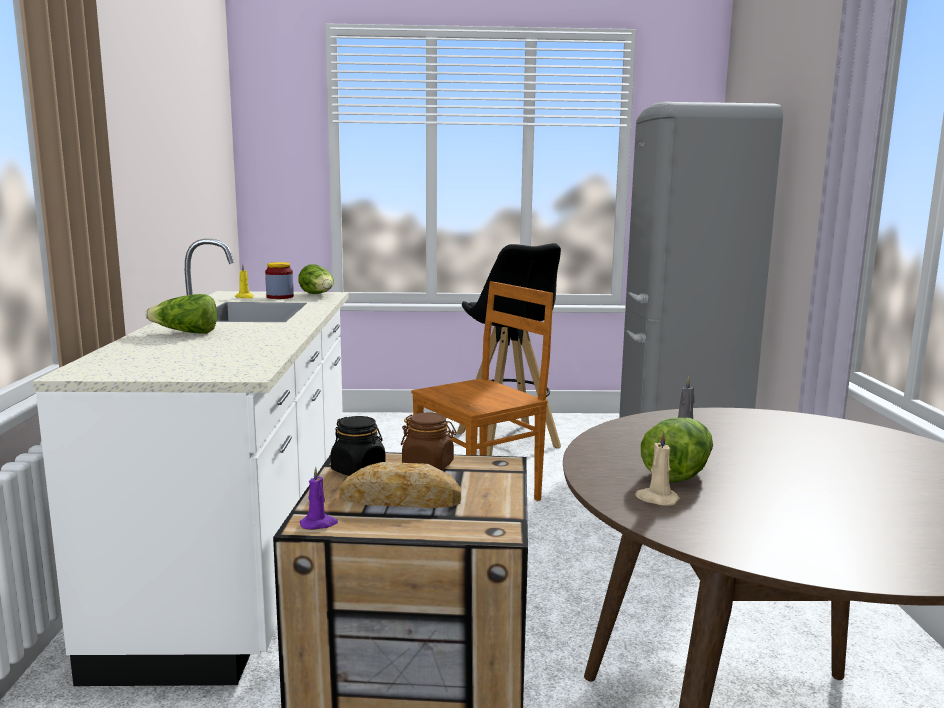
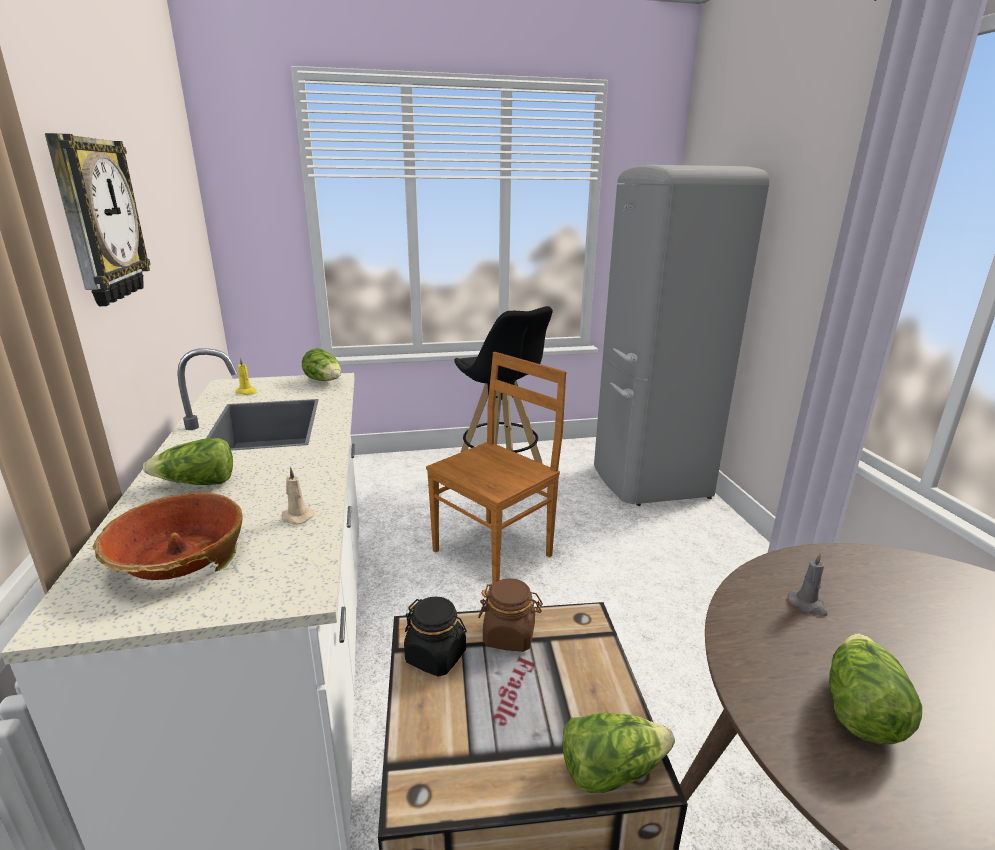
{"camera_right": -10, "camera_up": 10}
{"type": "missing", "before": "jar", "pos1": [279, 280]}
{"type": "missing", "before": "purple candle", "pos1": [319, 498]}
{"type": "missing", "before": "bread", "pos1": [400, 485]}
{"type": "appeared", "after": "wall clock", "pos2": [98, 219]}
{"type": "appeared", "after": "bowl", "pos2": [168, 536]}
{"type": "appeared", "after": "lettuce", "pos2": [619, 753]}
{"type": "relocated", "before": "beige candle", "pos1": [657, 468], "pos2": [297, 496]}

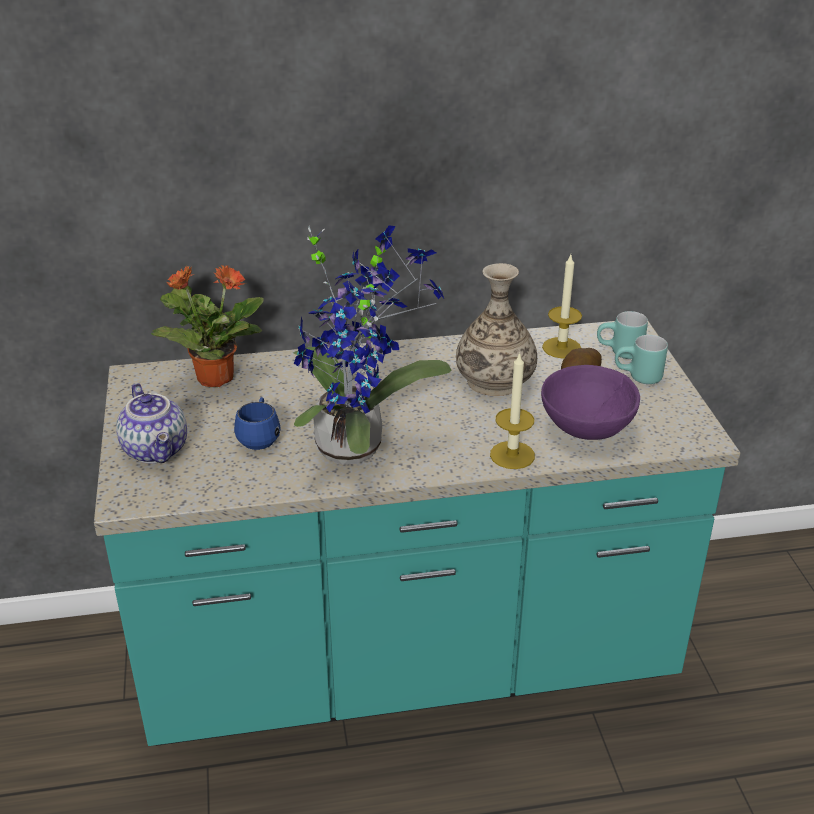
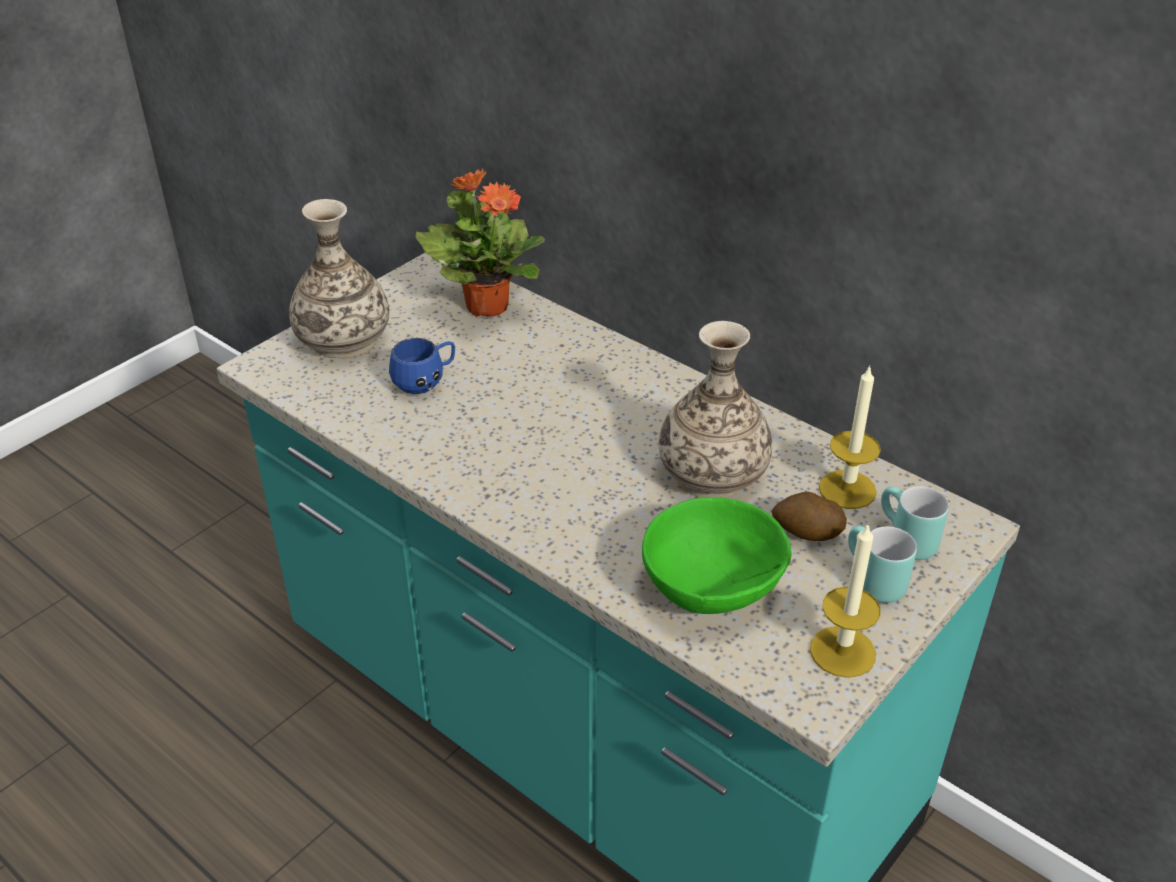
{"camera_right": 50, "camera_up": 5}
{"type": "missing", "before": "potted plant", "pos1": [372, 345]}
{"type": "relocated", "before": "candle", "pos1": [512, 410], "pos2": [845, 600]}
{"type": "exchanged", "before": "teapot", "after": "vase", "pos1": [151, 423], "pos2": [339, 278]}
{"type": "colour", "before": "purple bowl", "after": "green bowl", "pos1": [590, 402], "pos2": [717, 555]}

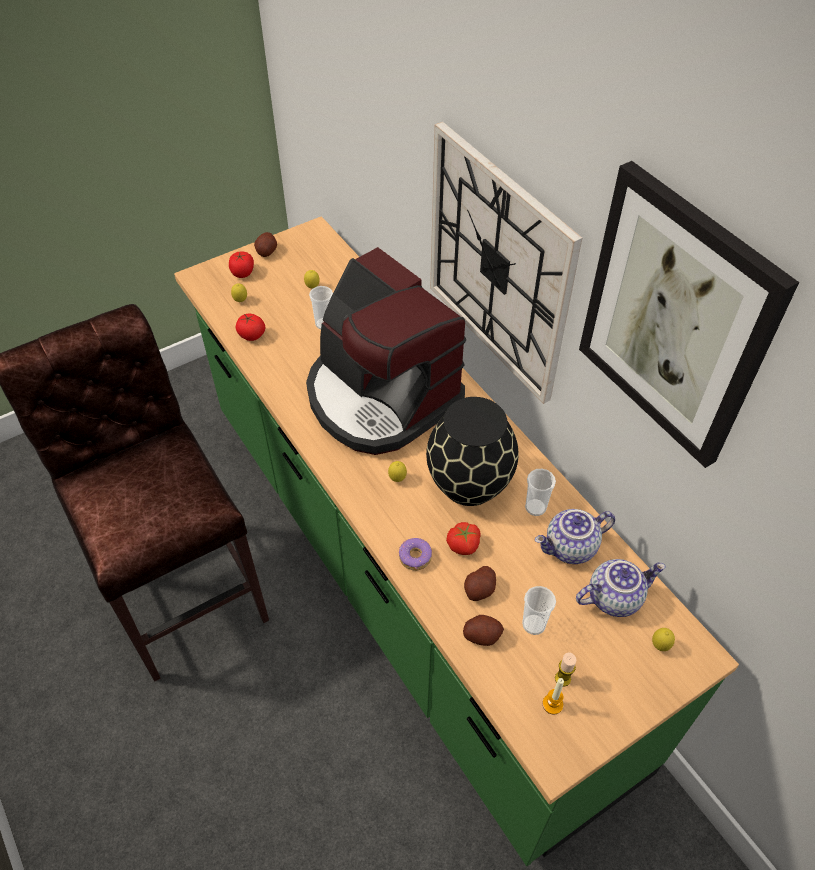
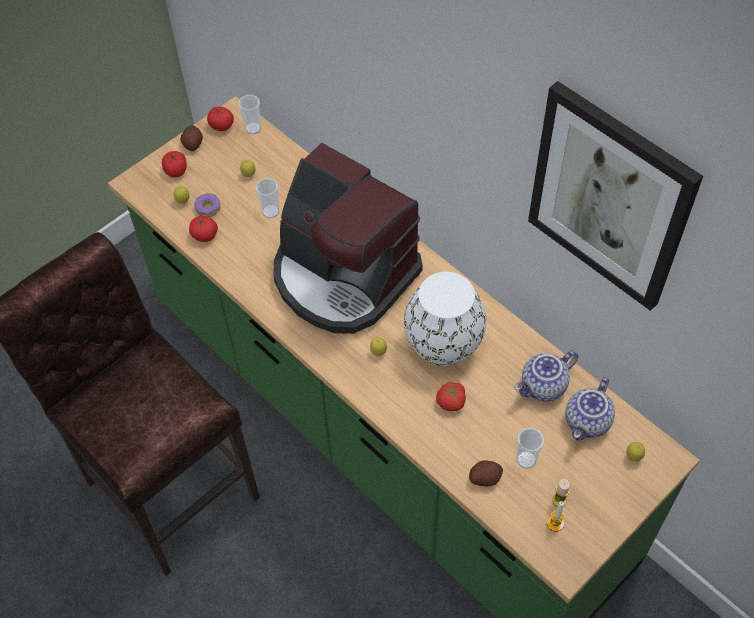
{"camera_right": -10, "camera_up": 5}
{"type": "missing", "before": "wall clock", "pos1": [506, 263]}
{"type": "missing", "before": "potato", "pos1": [480, 583]}
{"type": "appeared", "after": "tomato", "pos2": [220, 119]}
{"type": "relocated", "before": "donut", "pos1": [415, 554], "pos2": [207, 205]}
{"type": "relocated", "before": "cup", "pos1": [540, 492], "pos2": [249, 114]}
{"type": "colour", "before": "black vase", "after": "white vase", "pos1": [472, 451], "pos2": [445, 319]}
{"type": "spun", "before": "teapot", "pos1": [621, 588], "pos2": [590, 409], "turn": 150}

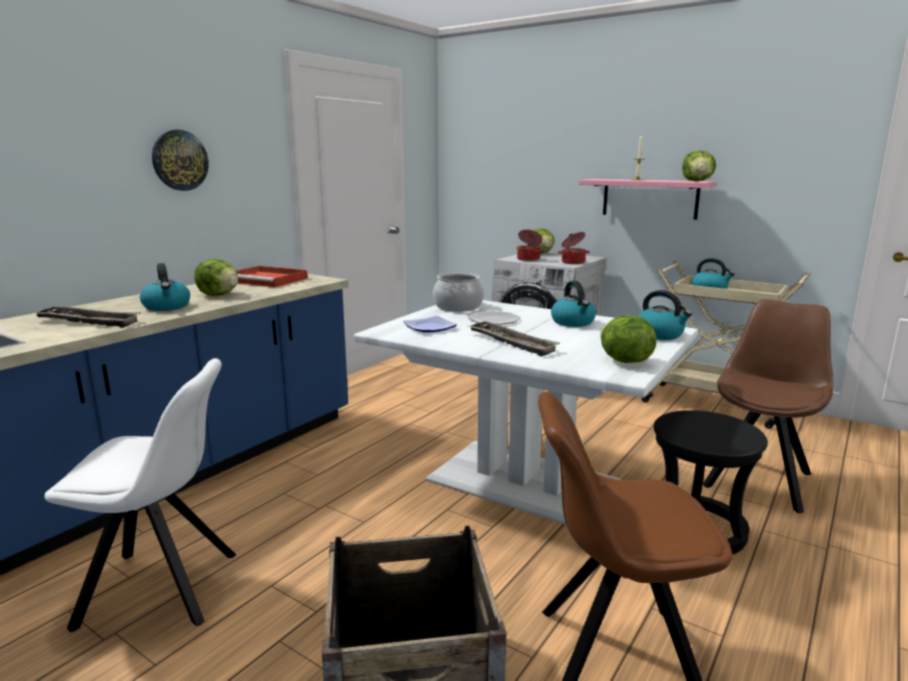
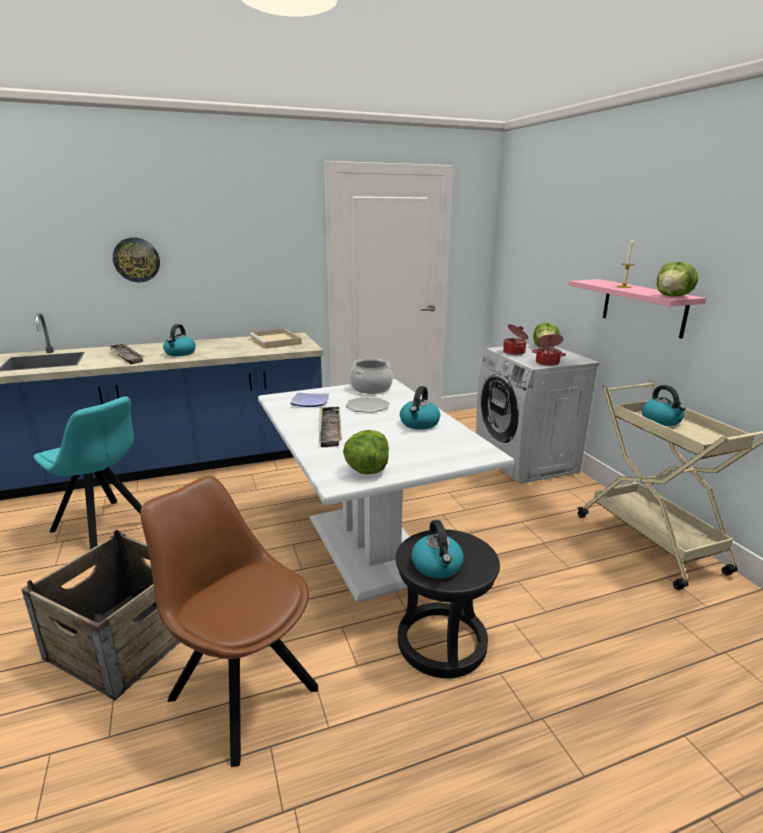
{"camera_right": 35, "camera_up": 5}
{"type": "missing", "before": "lettuce", "pos1": [216, 277]}
{"type": "missing", "before": "brown chair", "pos1": [768, 406]}
{"type": "relocated", "before": "wall clock", "pos1": [180, 160], "pos2": [136, 260]}
{"type": "relocated", "before": "kettle", "pos1": [665, 315], "pos2": [437, 549]}
{"type": "colour", "before": "white chair", "after": "turquoise chair", "pos1": [140, 495], "pos2": [88, 473]}
{"type": "colour", "before": "red tray", "after": "beige tray", "pos1": [272, 276], "pos2": [276, 339]}

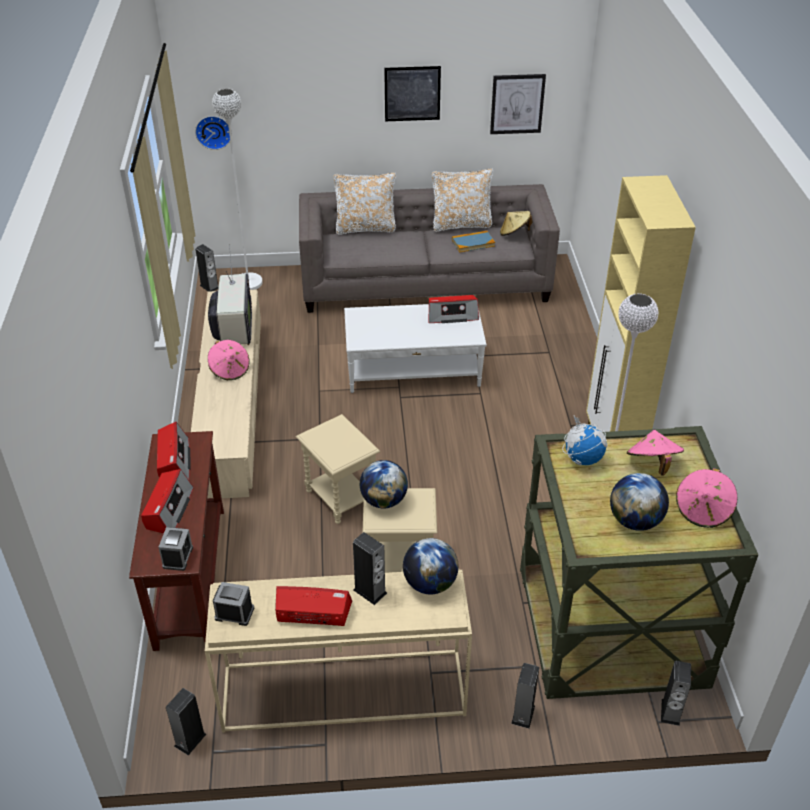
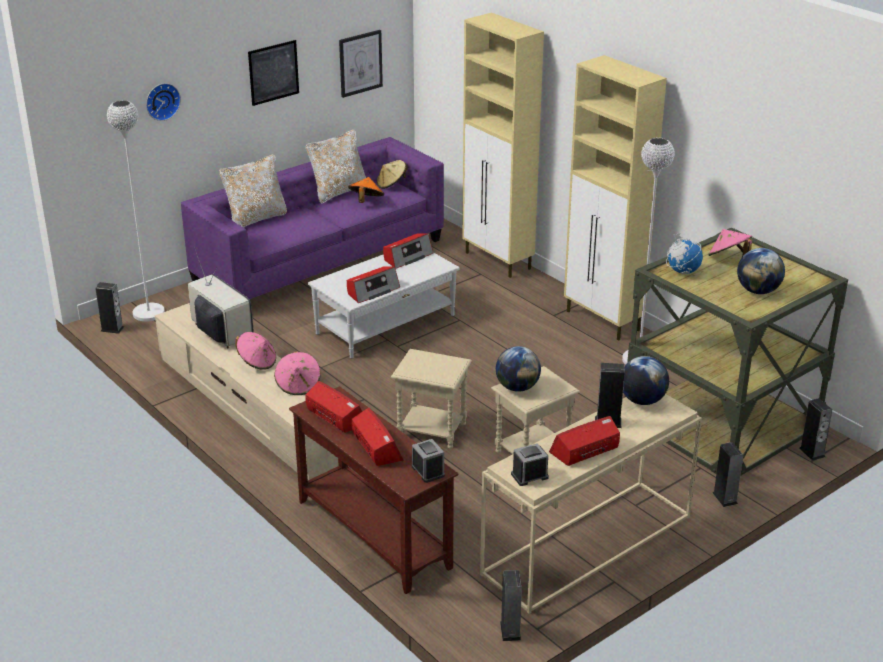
{"camera_right": -35, "camera_up": -10}
{"type": "appeared", "after": "radio", "pos2": [373, 284]}
{"type": "appeared", "after": "beige cabinet", "pos2": [503, 145]}
{"type": "relocated", "before": "wall clock", "pos1": [213, 133], "pos2": [163, 102]}
{"type": "relocated", "before": "pink hat", "pos1": [706, 498], "pos2": [297, 373]}
{"type": "exchanged", "before": "book", "after": "orange hat", "pos1": [473, 242], "pos2": [366, 190]}
{"type": "colour", "before": "grey sofa", "after": "purple sofa", "pos1": [429, 248], "pos2": [312, 218]}

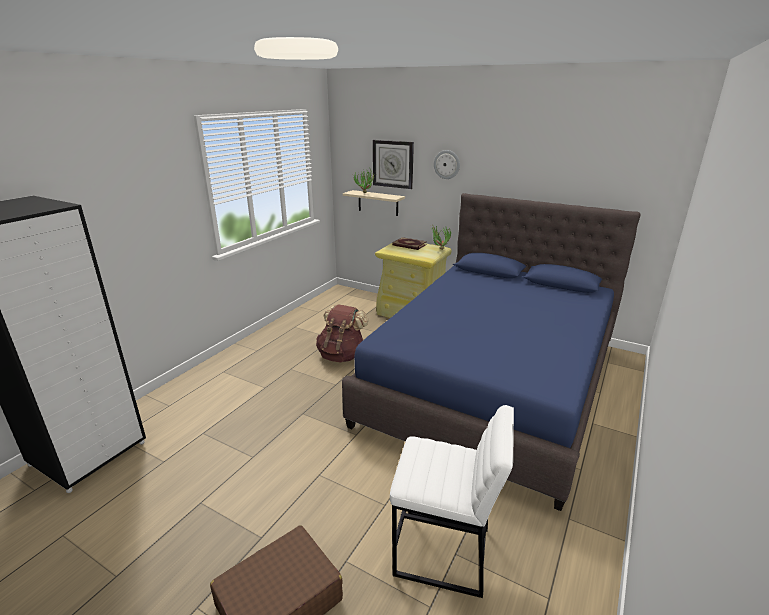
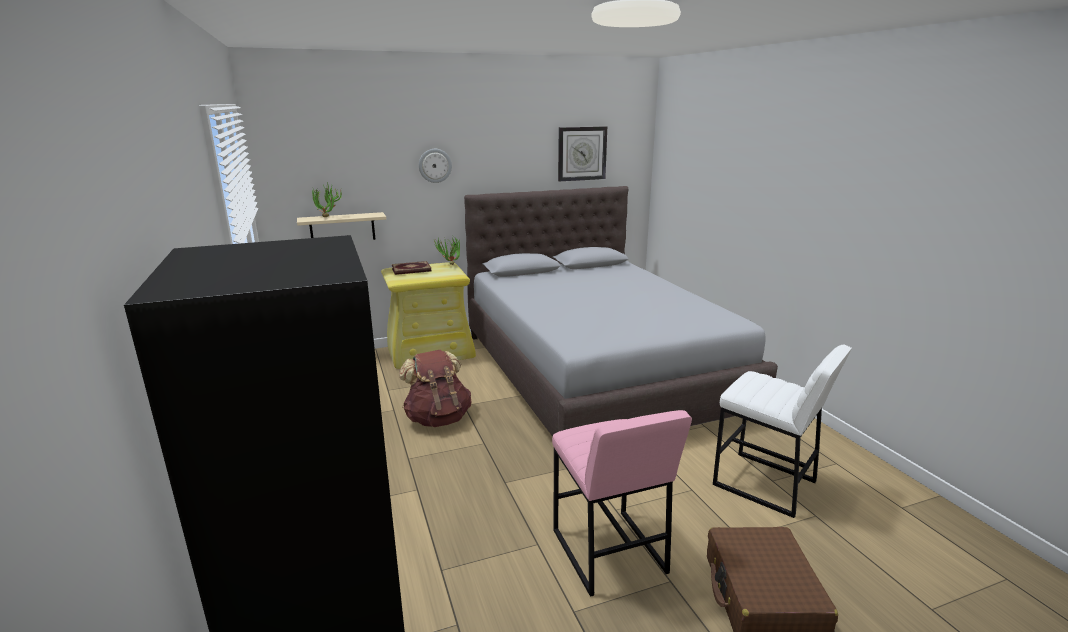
{"camera_right": -50, "camera_up": -5}
{"type": "appeared", "after": "pink chair", "pos2": [622, 503]}
{"type": "relocated", "before": "wall clock", "pos1": [393, 164], "pos2": [582, 153]}
{"type": "colour", "before": "blue bed", "after": "grey bed", "pos1": [491, 352], "pos2": [621, 325]}
{"type": "spun", "before": "white chair", "pos1": [452, 501], "pos2": [782, 431], "turn": 75}

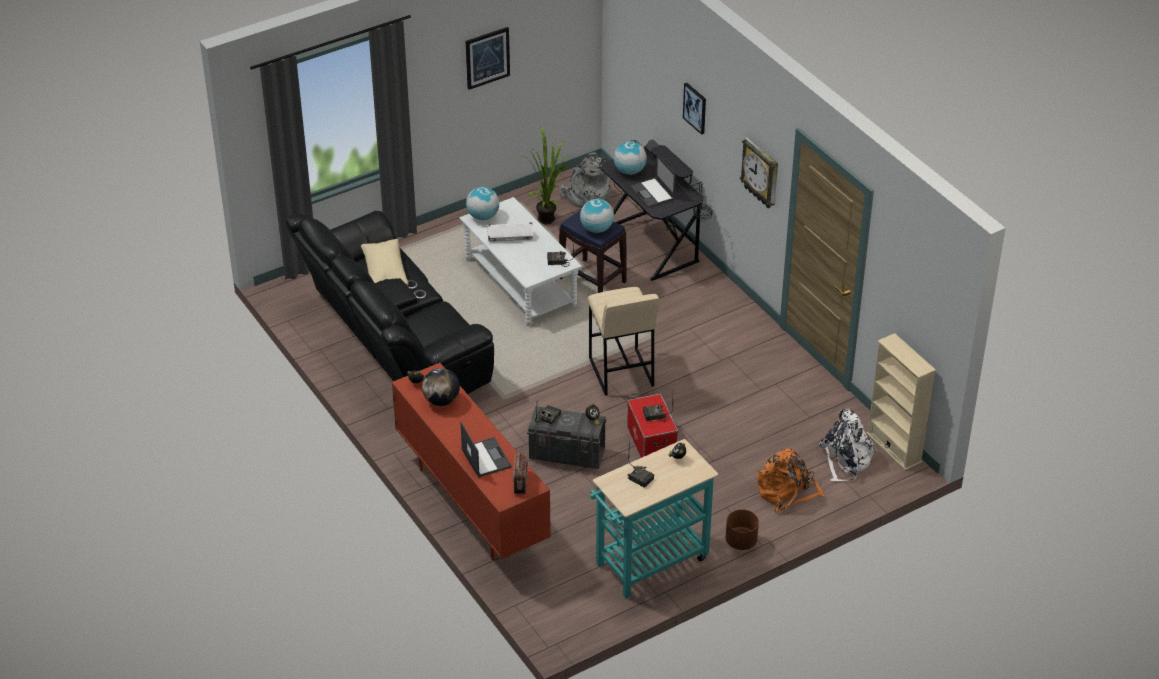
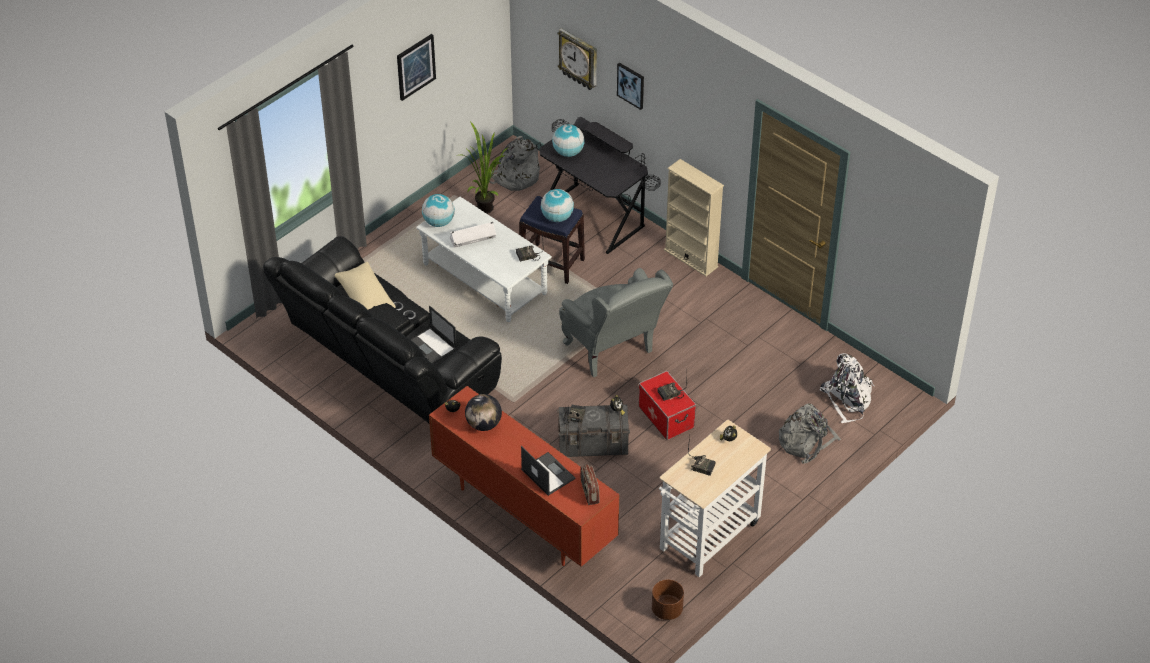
{"camera_right": -15, "camera_up": 5}
{"type": "relocated", "before": "laptop", "pos1": [653, 180], "pos2": [434, 335]}
{"type": "relocated", "before": "brown planter", "pos1": [742, 529], "pos2": [668, 600]}
{"type": "relocated", "before": "wall clock", "pos1": [759, 172], "pos2": [577, 59]}
{"type": "relocated", "before": "beige bookcase", "pos1": [901, 402], "pos2": [694, 217]}
{"type": "exchanged", "before": "beige stool", "after": "grey armchair", "pos1": [623, 341], "pos2": [616, 323]}
{"type": "colour", "before": "turquoise cart", "after": "white cart", "pos1": [654, 518], "pos2": [715, 498]}
{"type": "colour", "before": "orange backpack", "after": "grey backpack", "pos1": [790, 480], "pos2": [810, 434]}

